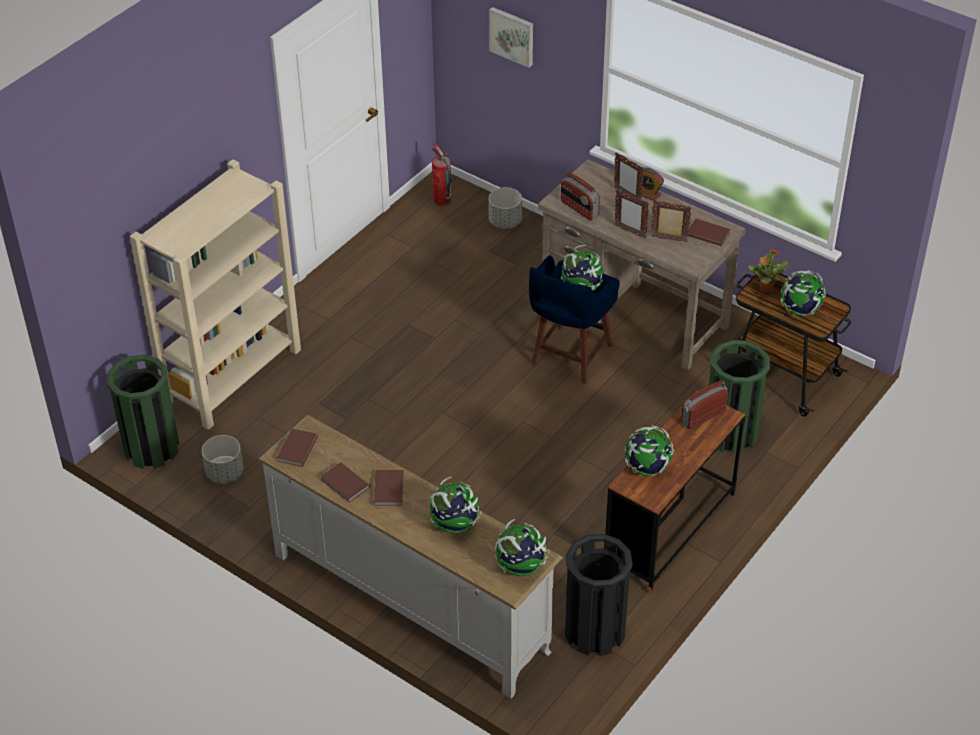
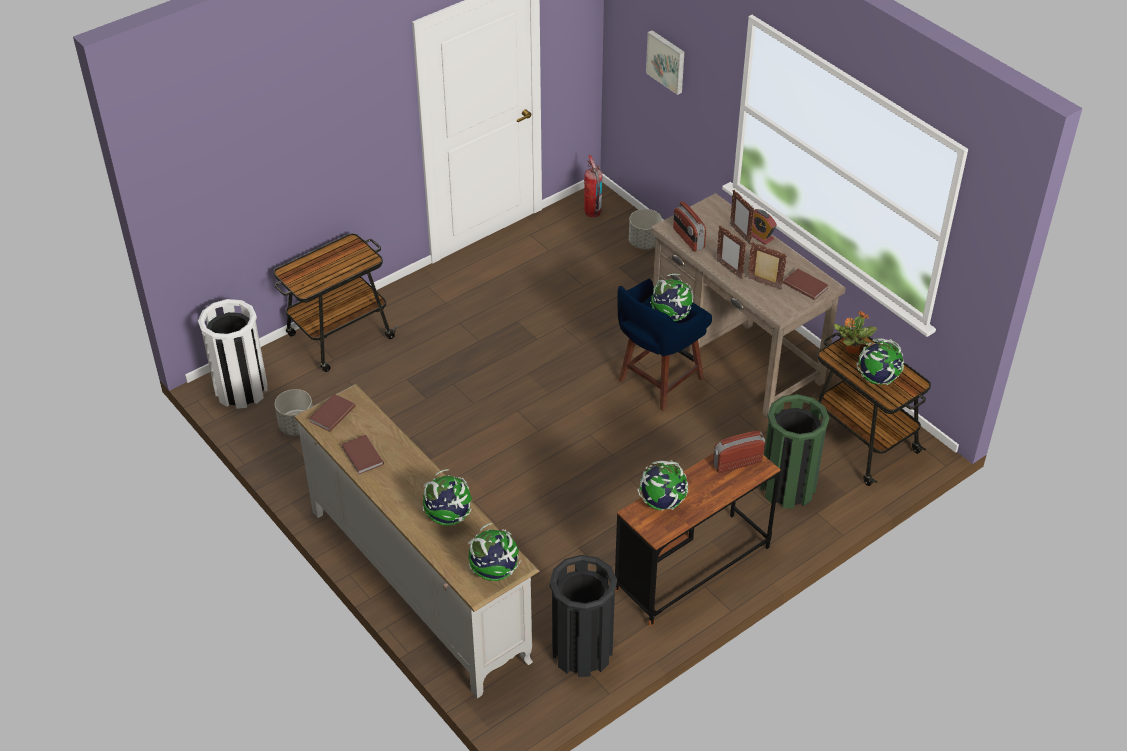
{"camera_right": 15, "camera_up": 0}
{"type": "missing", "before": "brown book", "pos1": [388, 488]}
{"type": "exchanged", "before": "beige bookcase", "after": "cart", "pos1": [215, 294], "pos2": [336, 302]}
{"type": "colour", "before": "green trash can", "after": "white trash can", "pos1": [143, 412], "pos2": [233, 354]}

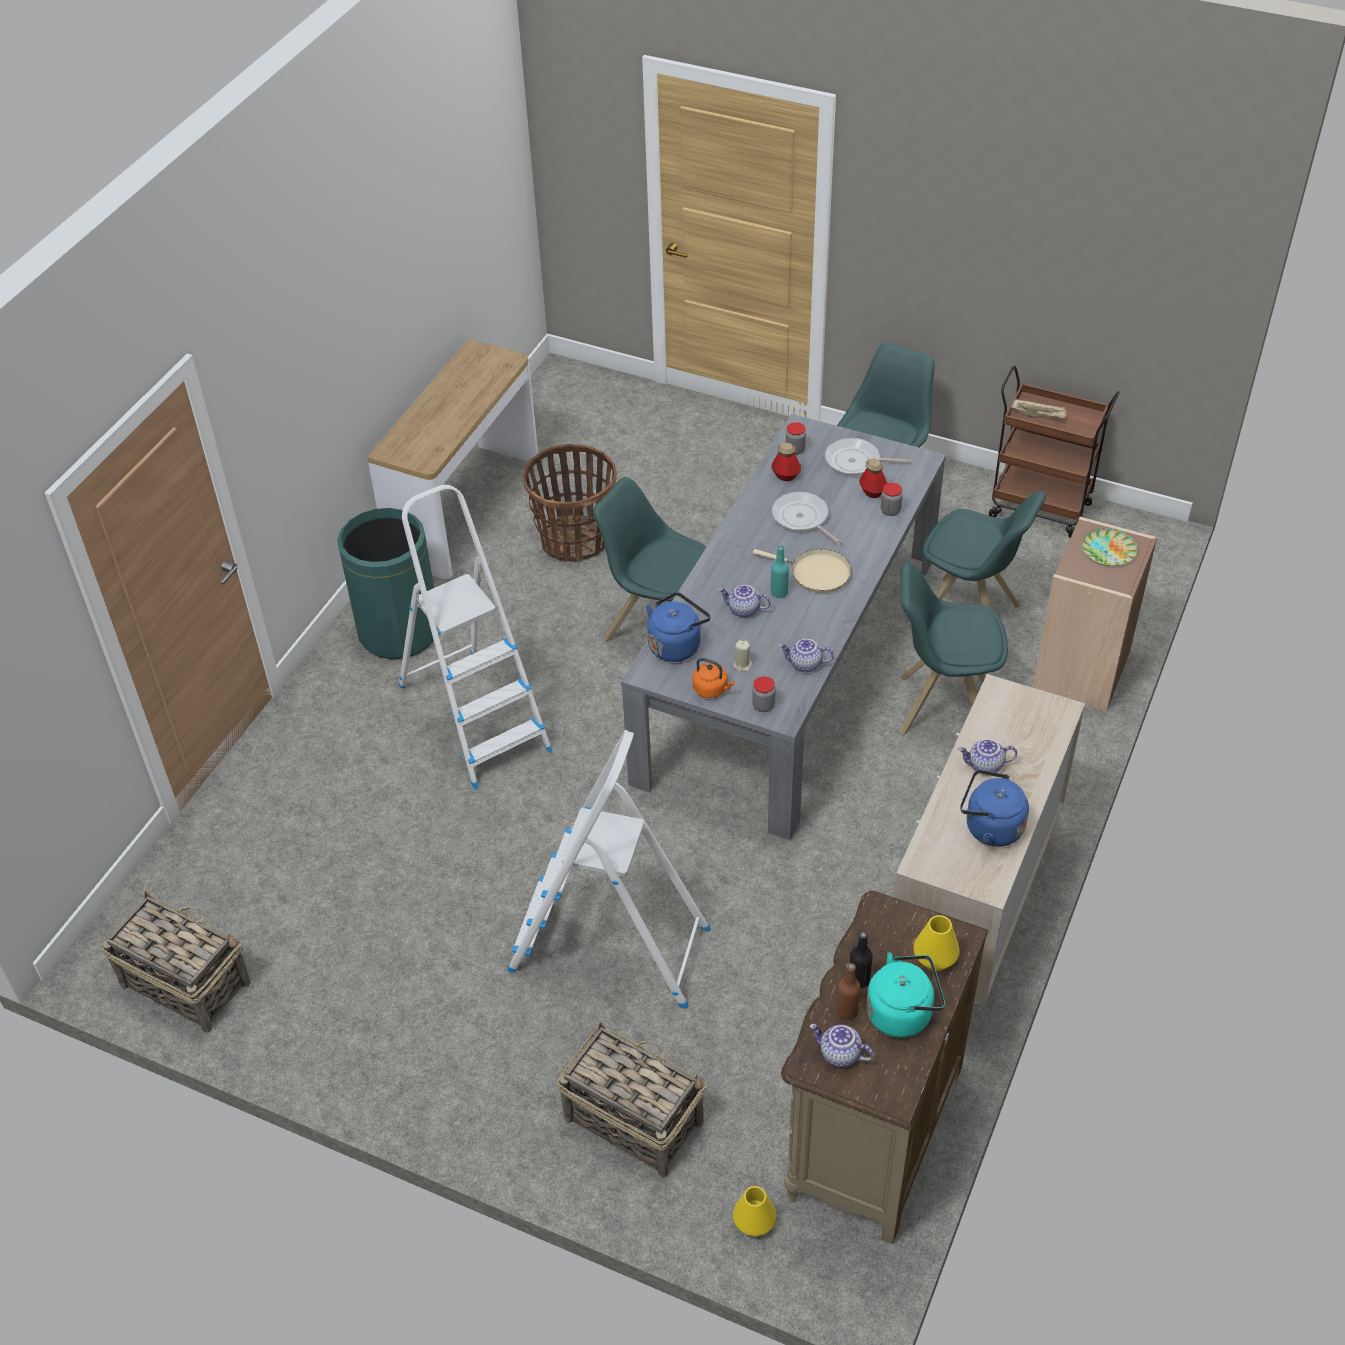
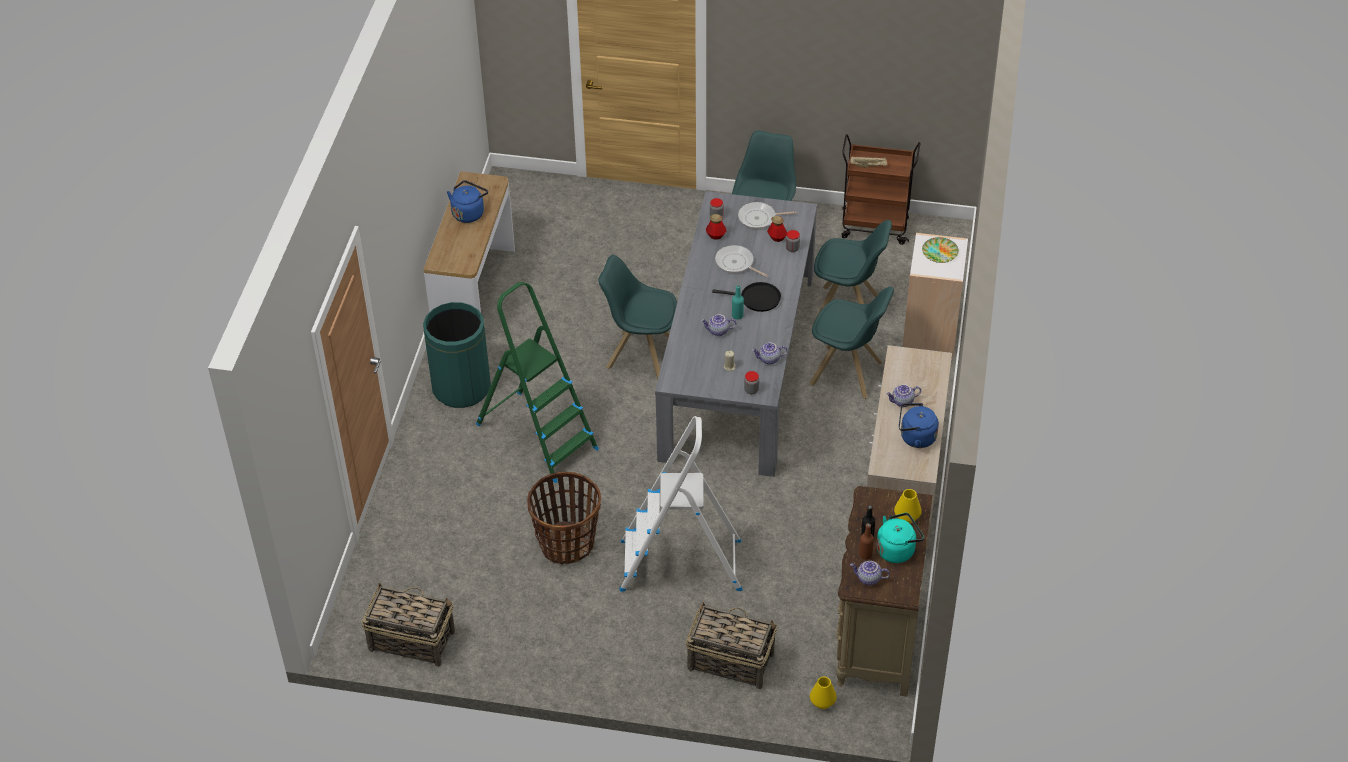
{"camera_right": -15, "camera_up": 0}
{"type": "missing", "before": "orange kettle", "pos1": [713, 678]}
{"type": "relocated", "before": "basket", "pos1": [570, 503], "pos2": [564, 518]}
{"type": "relocated", "before": "blue kettle", "pos1": [678, 627], "pos2": [467, 201]}
{"type": "colour", "before": "white step ladder", "after": "green step ladder", "pos1": [476, 637], "pos2": [537, 382]}
{"type": "colour", "before": "beige frying pan", "after": "black frying pan", "pos1": [802, 571], "pos2": [746, 297]}
{"type": "colour", "before": "brown bookcase", "after": "white bookcase", "pos1": [1095, 614], "pos2": [935, 295]}
{"type": "spun", "before": "turquoise chair", "pos1": [953, 648], "pos2": [852, 342], "turn": -150}

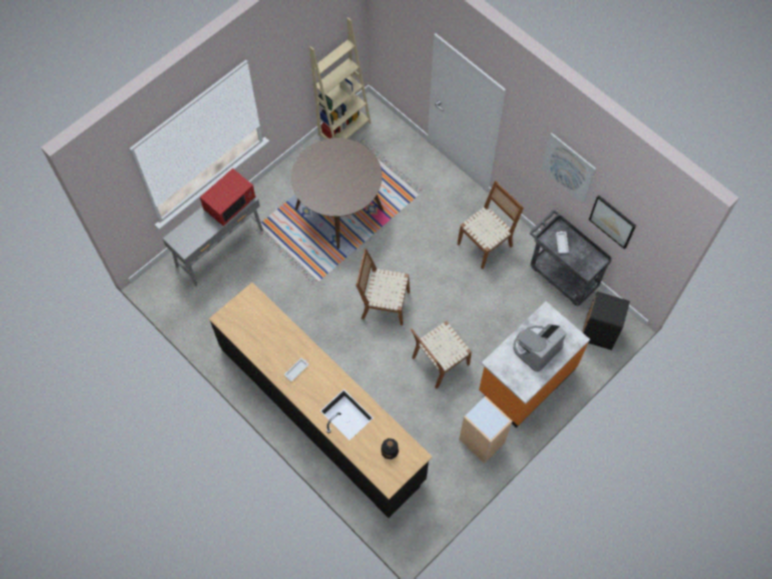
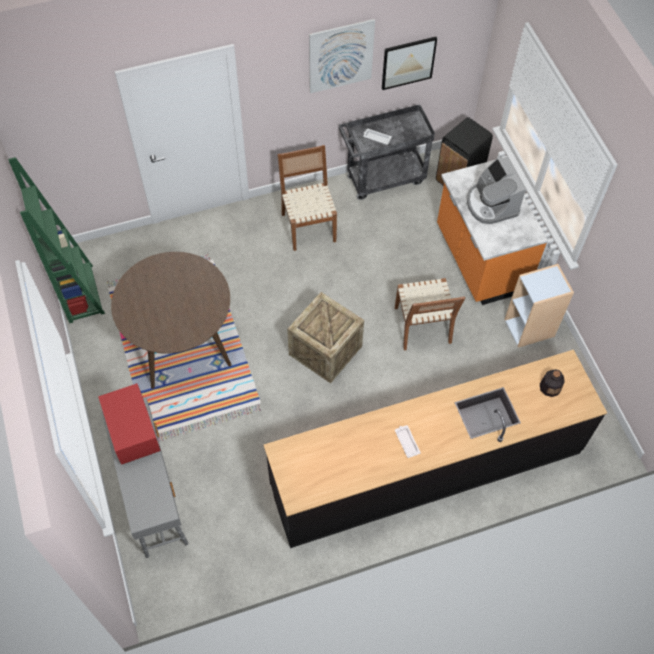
{"camera_right": -65, "camera_up": -5}
{"type": "exchanged", "before": "chair", "after": "crate", "pos1": [383, 287], "pos2": [325, 337]}
{"type": "colour", "before": "beige bookcase", "after": "green bookcase", "pos1": [340, 78], "pos2": [56, 240]}

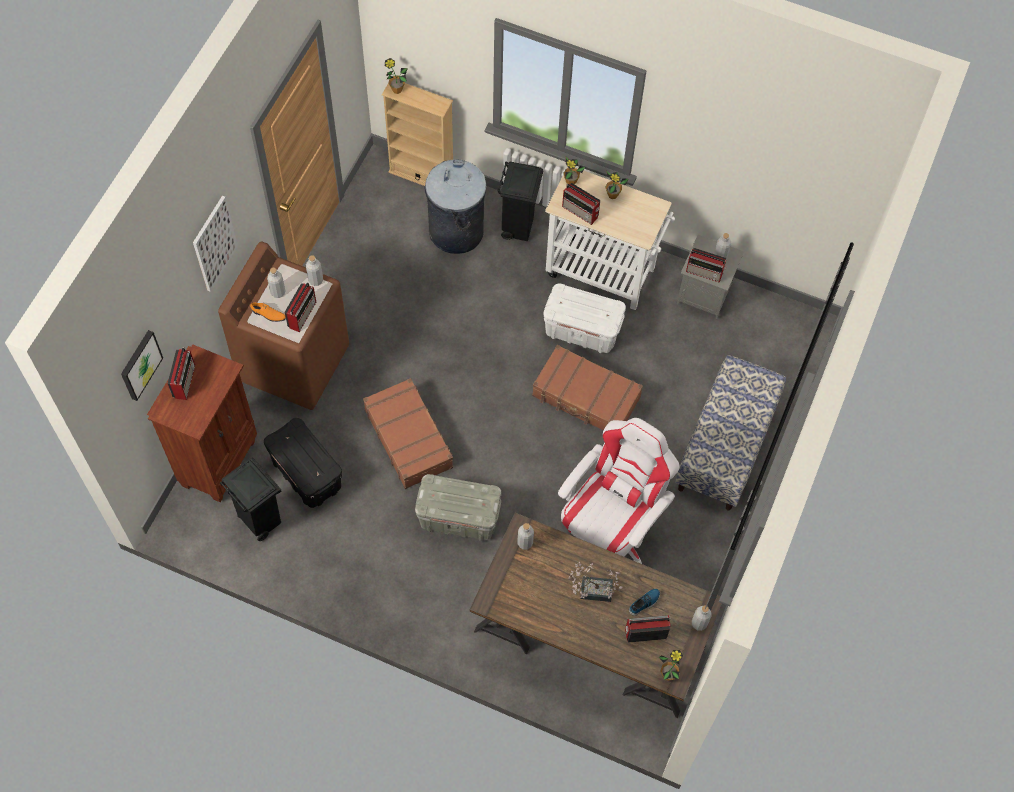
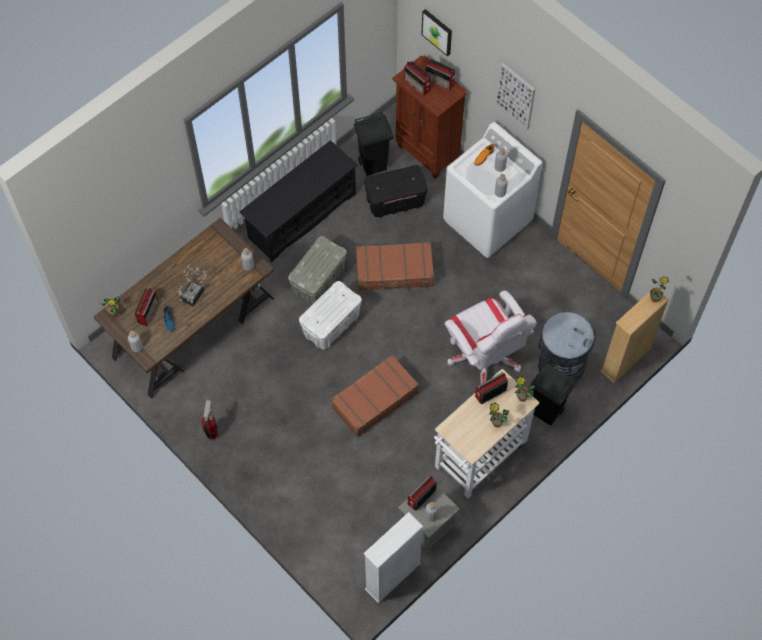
{"camera_right": 115, "camera_up": 0}
{"type": "missing", "before": "bench", "pos1": [730, 433]}
{"type": "appeared", "after": "fire extinguisher", "pos2": [209, 419]}
{"type": "appeared", "after": "black shoe rack", "pos2": [298, 201]}
{"type": "appeared", "after": "white bookcase", "pos2": [393, 557]}
{"type": "relocated", "before": "radio", "pos1": [300, 307], "pos2": [417, 78]}
{"type": "relocated", "before": "white storage box", "pos1": [584, 318], "pos2": [330, 315]}
{"type": "relocated", "before": "white office chair", "pos1": [619, 491], "pos2": [491, 337]}
{"type": "colour", "before": "brown washing machine", "after": "white washing machine", "pos1": [283, 326], "pos2": [492, 190]}

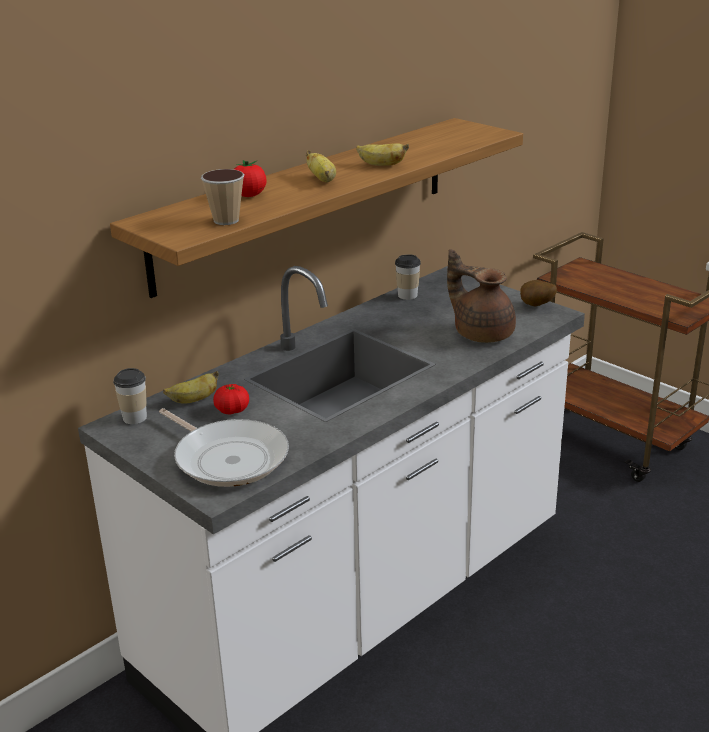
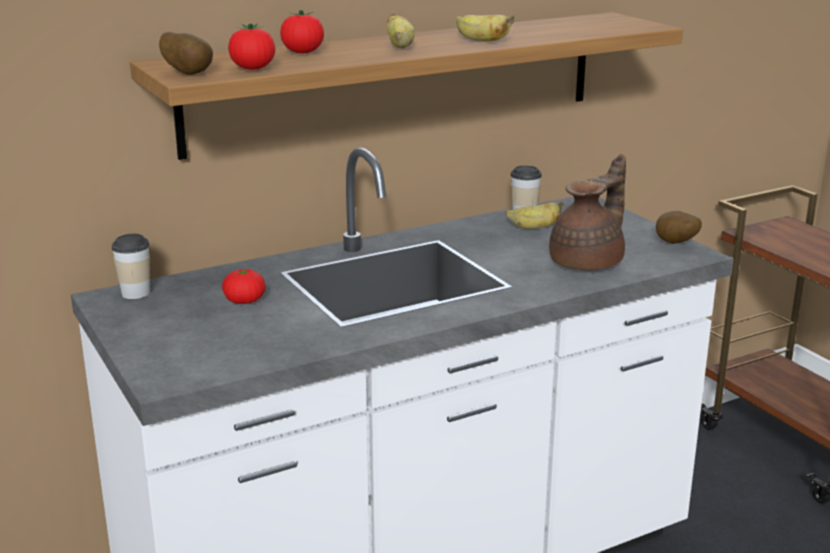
{"camera_right": 15, "camera_up": -5}
{"type": "missing", "before": "frying pan", "pos1": [224, 447]}
{"type": "appeared", "after": "potato", "pos2": [186, 53]}
{"type": "relocated", "before": "banana", "pos1": [191, 387], "pos2": [534, 215]}
{"type": "exchanged", "before": "cup", "after": "tomato", "pos1": [222, 197], "pos2": [251, 47]}
{"type": "spun", "before": "brown teapot", "pos1": [481, 296], "pos2": [587, 212], "turn": 75}

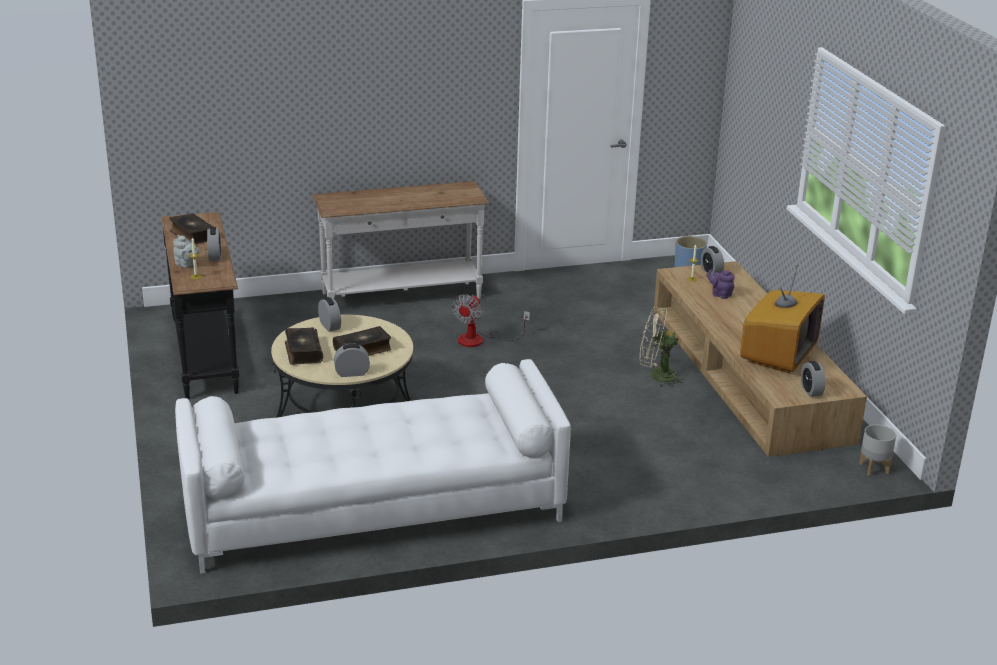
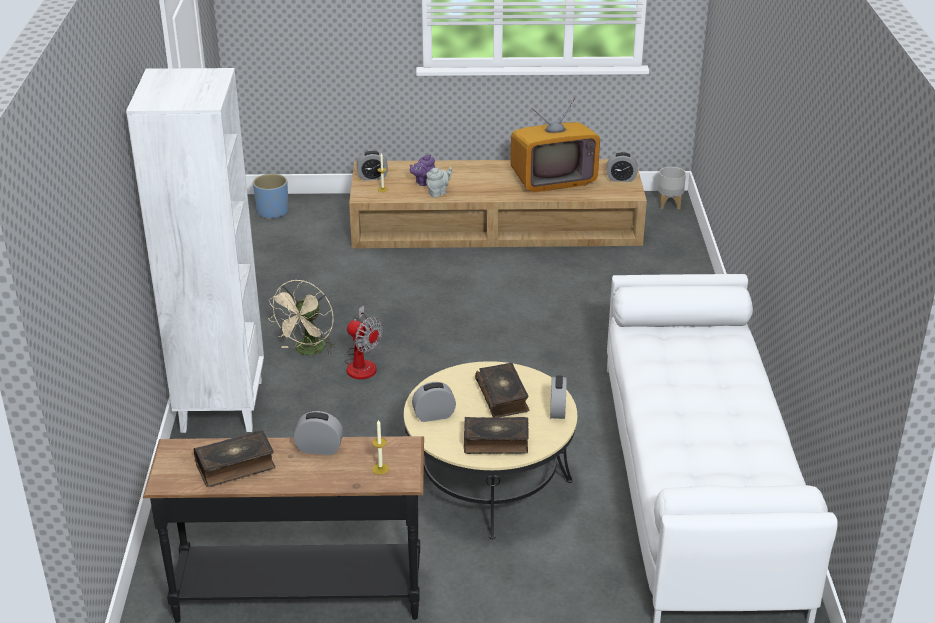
{"camera_right": -75, "camera_up": 5}
{"type": "relocated", "before": "grey teapot", "pos1": [186, 251], "pos2": [439, 182]}
{"type": "relocated", "before": "beige fan", "pos1": [662, 347], "pos2": [302, 317]}
{"type": "exchanged", "before": "white console table", "after": "white bookcase", "pos1": [401, 240], "pos2": [195, 250]}
{"type": "spun", "before": "television", "pos1": [782, 319], "pos2": [555, 145], "turn": 120}

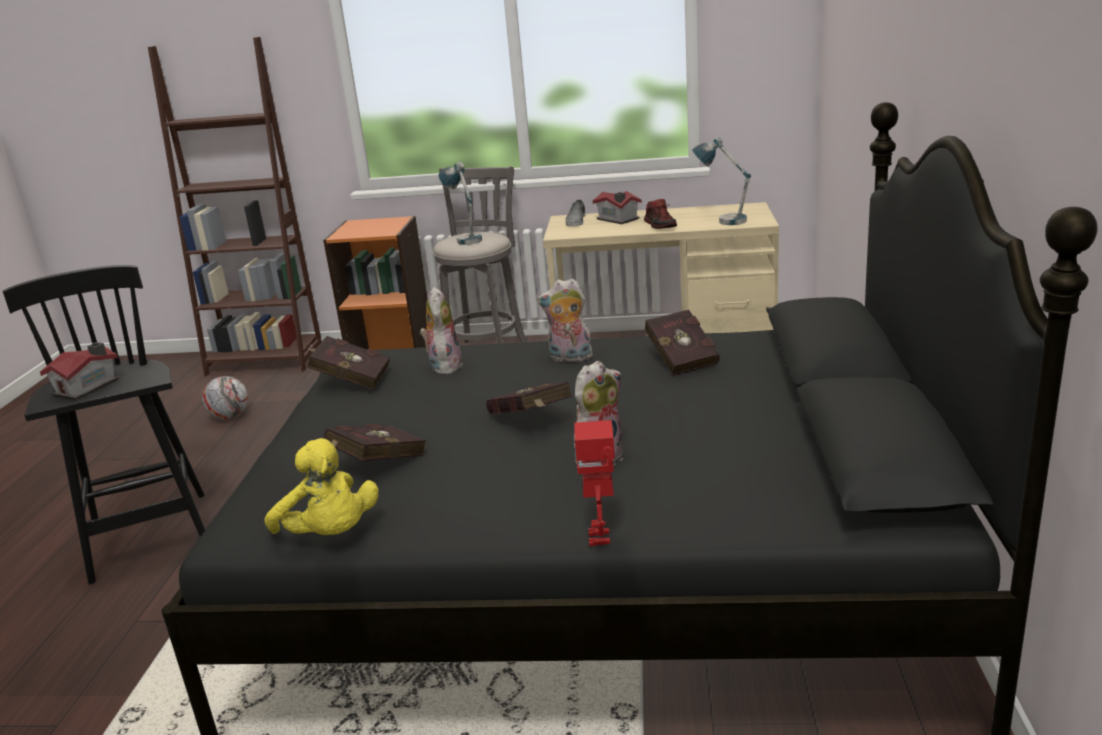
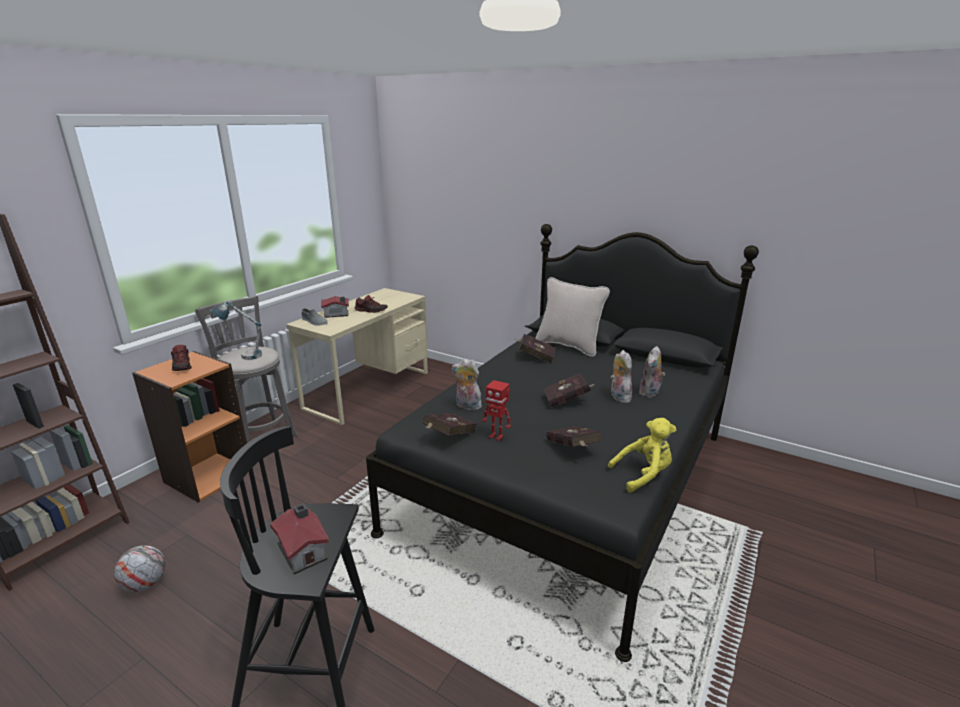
{"camera_right": -65, "camera_up": 0}
{"type": "missing", "before": "table lamp", "pos1": [721, 180]}
{"type": "appeared", "after": "shoe", "pos2": [181, 358]}
{"type": "appeared", "after": "beige pillow", "pos2": [572, 317]}
{"type": "relocated", "before": "plush toy", "pos1": [565, 320], "pos2": [652, 372]}
{"type": "relocated", "before": "toy robot", "pos1": [594, 483], "pos2": [496, 410]}

